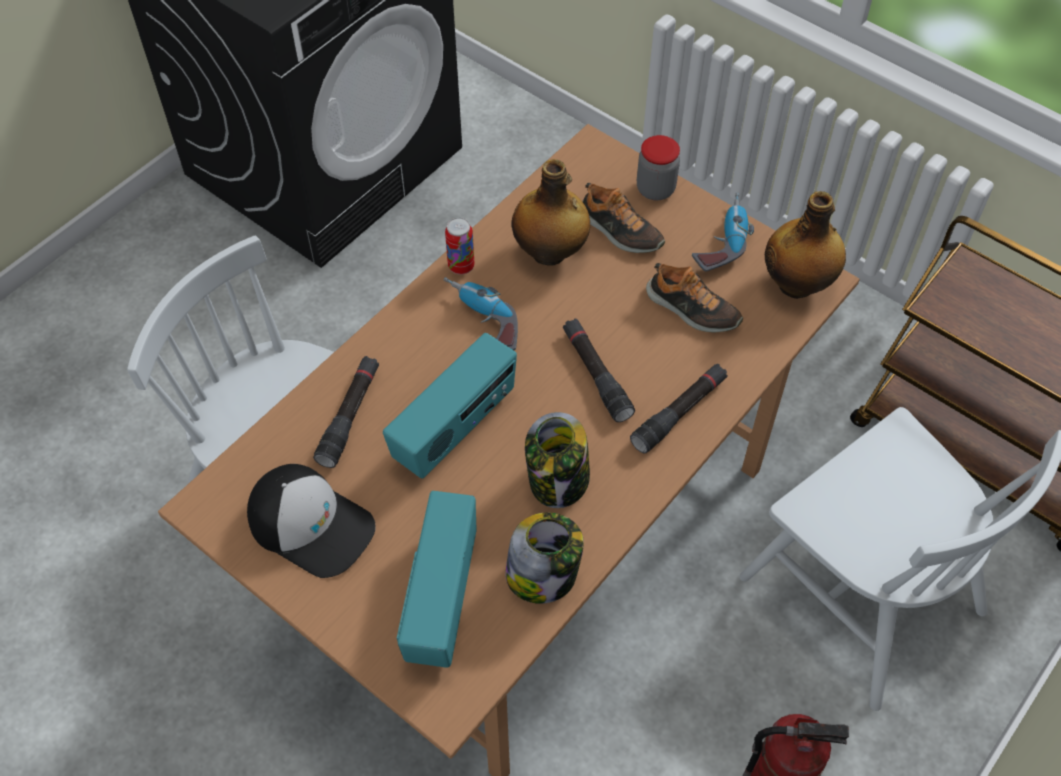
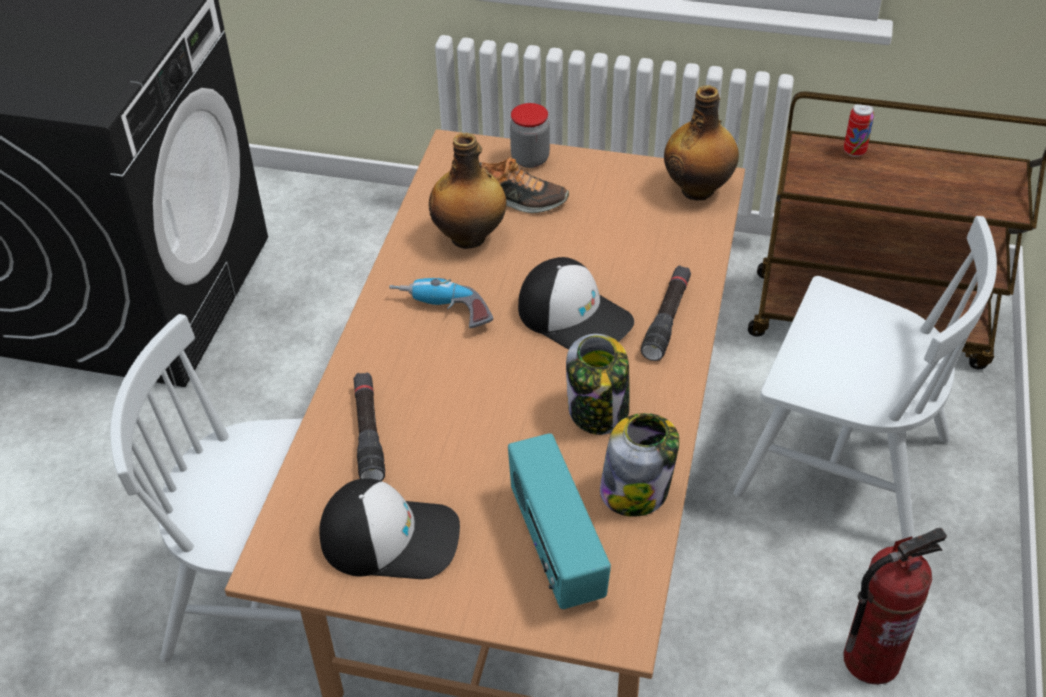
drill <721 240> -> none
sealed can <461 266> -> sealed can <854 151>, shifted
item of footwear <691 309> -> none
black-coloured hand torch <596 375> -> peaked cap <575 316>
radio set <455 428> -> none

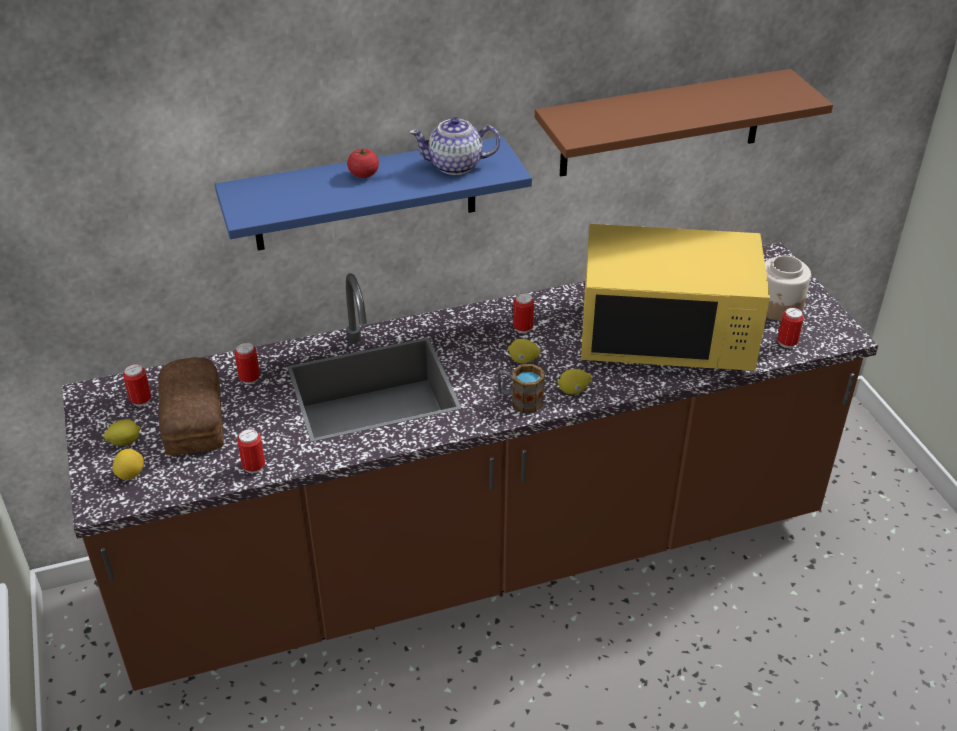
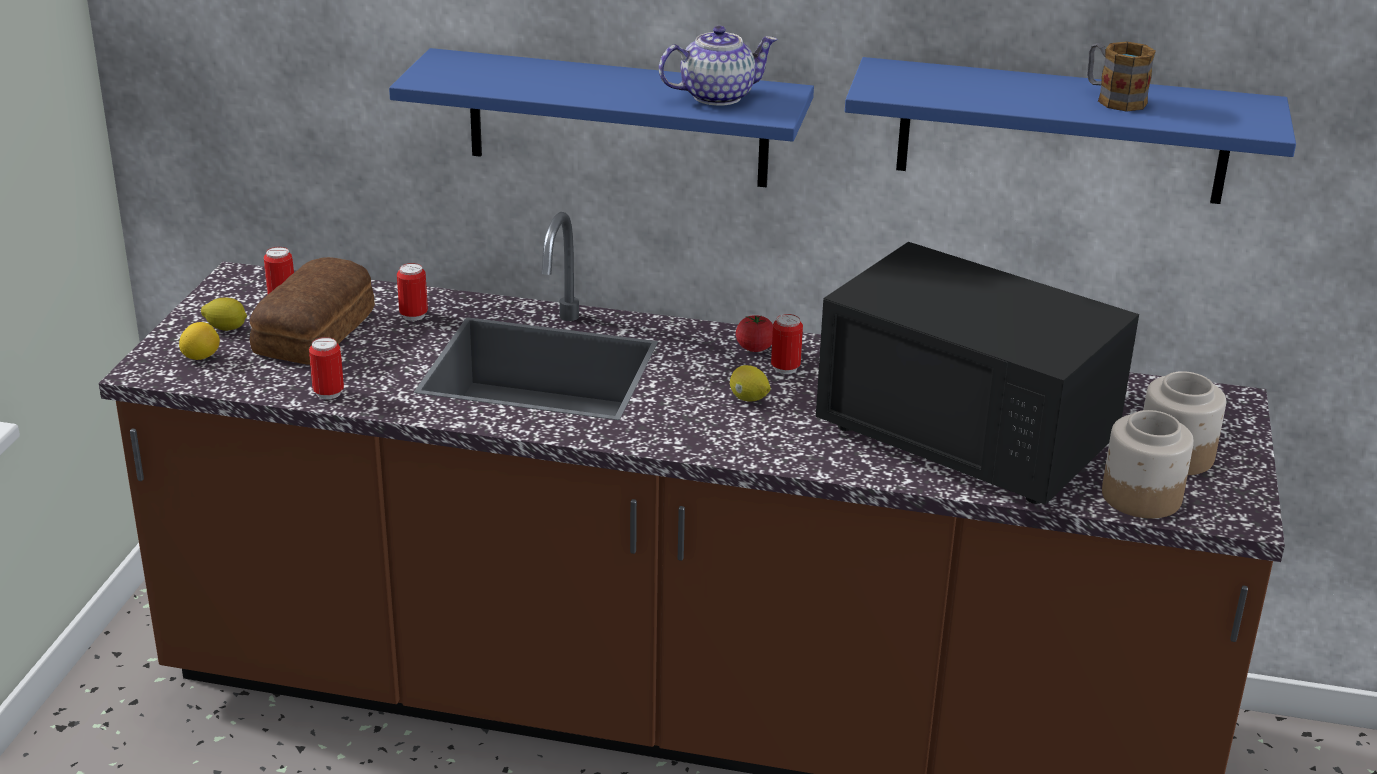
brownish bracket shelf <662 123> -> bluish bracket shelf <1063 131>
pot for tea <456 166> -> pot for tea <716 96>, 135 degrees clockwise
fresh tomato <363 174> -> fresh tomato <755 348>, shifted
yellowish microwave <666 338> -> black-coloured microwave <967 437>
sealed can <787 343> -> jar <1140 497>
mug <520 400> -> mug <1113 99>, shifted
lemon <573 390> -> none

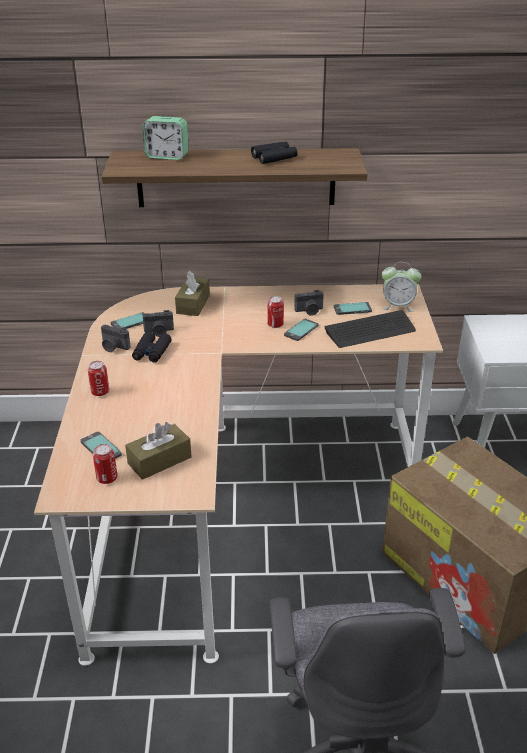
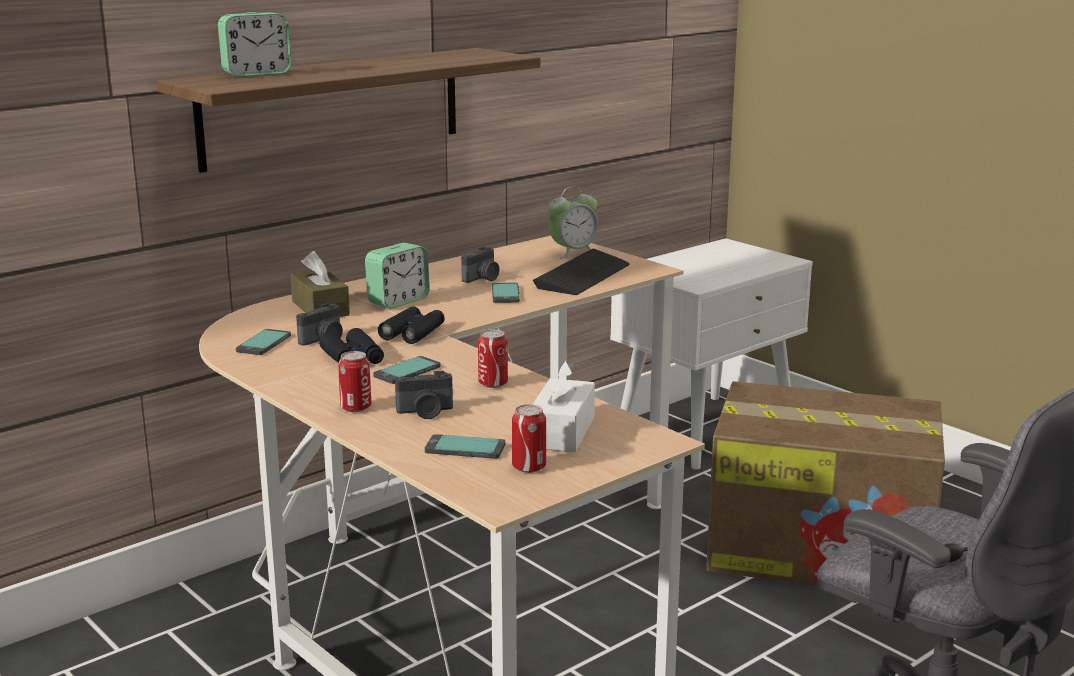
black-coloured field glasses <274 158> -> black-coloured field glasses <412 333>, shifted
sealed can <275 324> -> sealed can <493 384>, shifted
handset <352 309> -> handset <407 371>, shifted
still camera <114 347> -> still camera <425 412>, shifted
brownish box of tissues <159 460> -> white-coloured box of tissues <562 432>
none -> alarm clock <398 301>

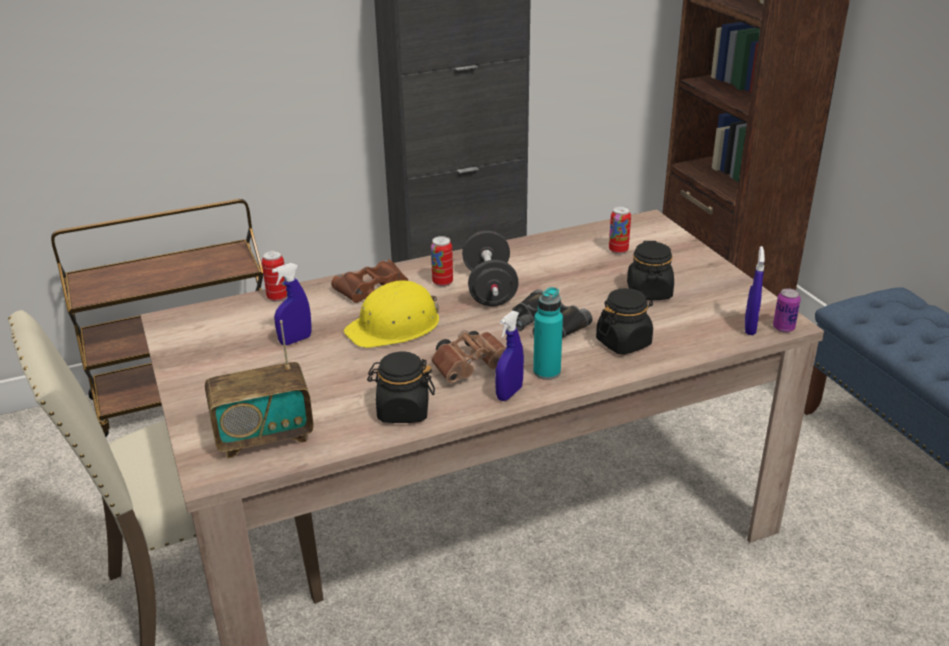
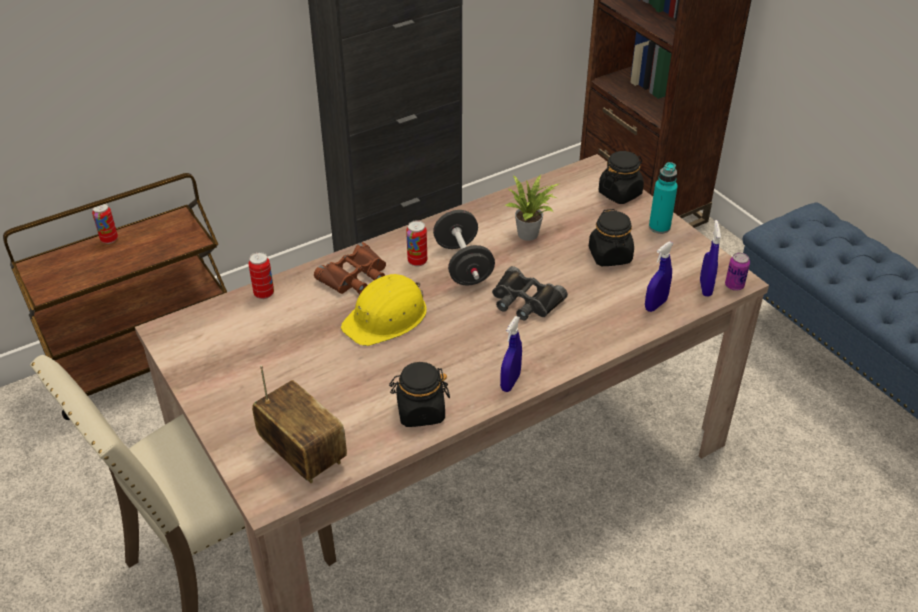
sealed can <618 250> -> sealed can <109 239>, shifted
bluish hand sprayer <295 340> -> bluish hand sprayer <655 305>, shifted
turquoise-coloured bottle <546 372> -> turquoise-coloured bottle <659 227>, shifted
black-coloured jar <623 342> -> black-coloured jar <620 193>, shifted
radio set <264 436> -> radio set <302 453>, 105 degrees counterclockwise
brownish field glasses <473 367> -> none
none -> plant in a pot <531 234>

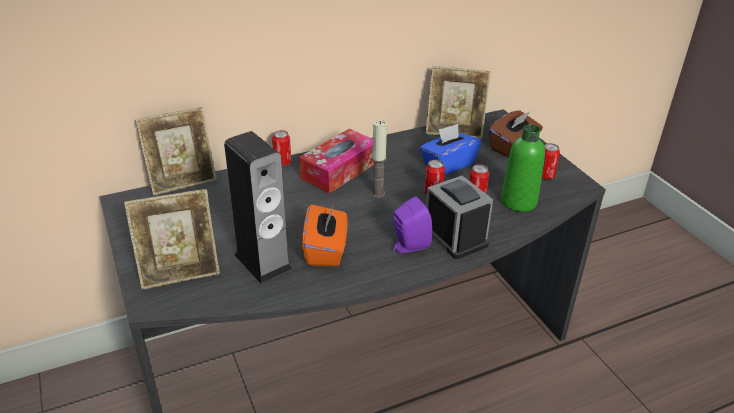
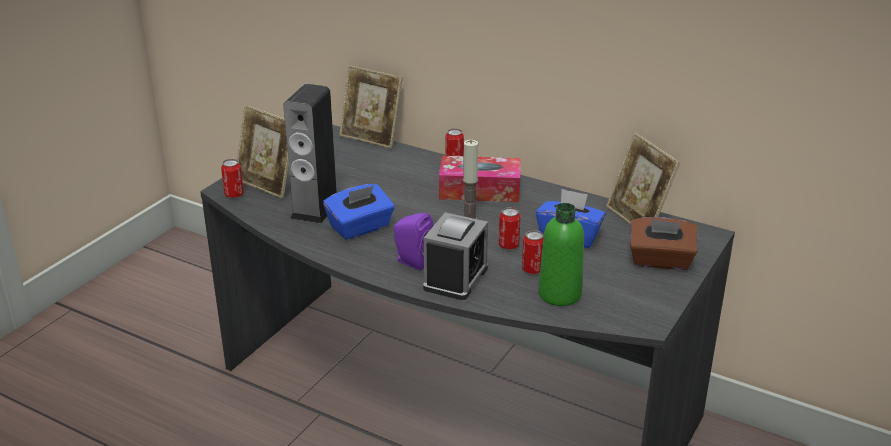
sealed can <545 176> -> sealed can <234 195>, shifted
orange box of tissues <326 250> -> bluish box of tissues <360 228>

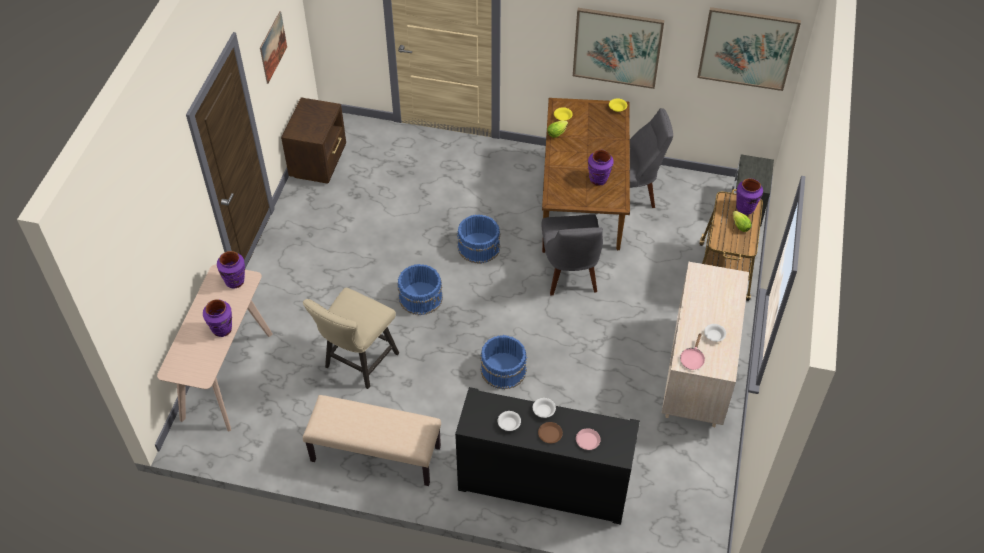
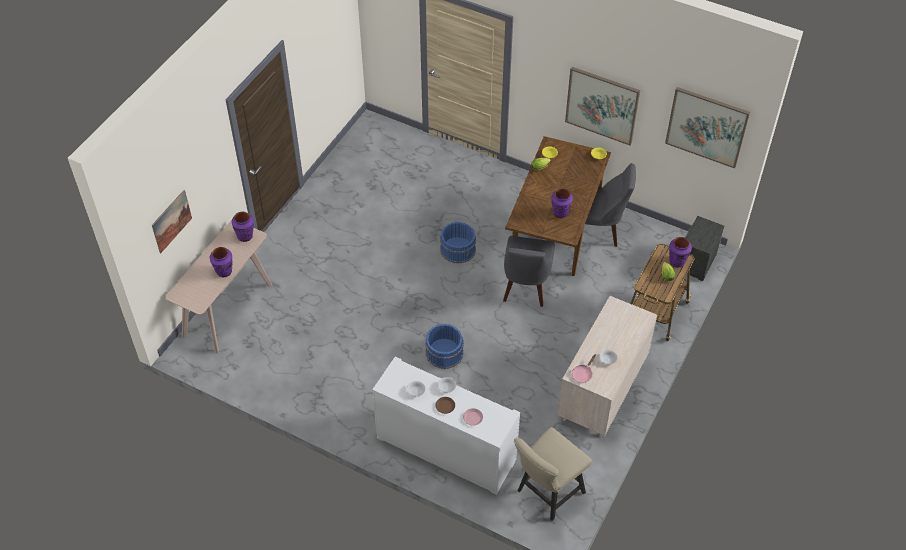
picture <273 47> -> picture <171 221>, shifted
brownish nightstand <319 163> -> none
bluish pail <421 297> -> none
sand-coloured upright chair <358 363> -> sand-coloured upright chair <547 494>, shifted
black-coloured storage cabinet <543 484> -> white-coloured storage cabinet <446 449>
sand-coloured indoor bench <375 454> -> none

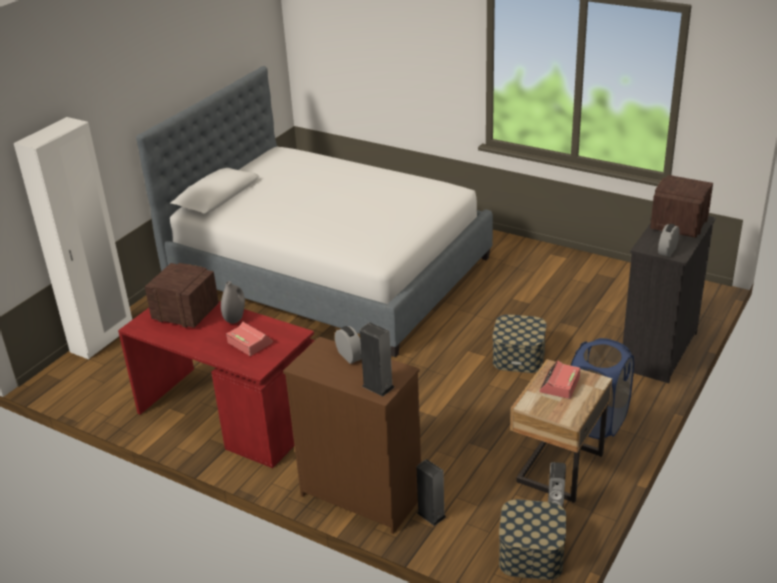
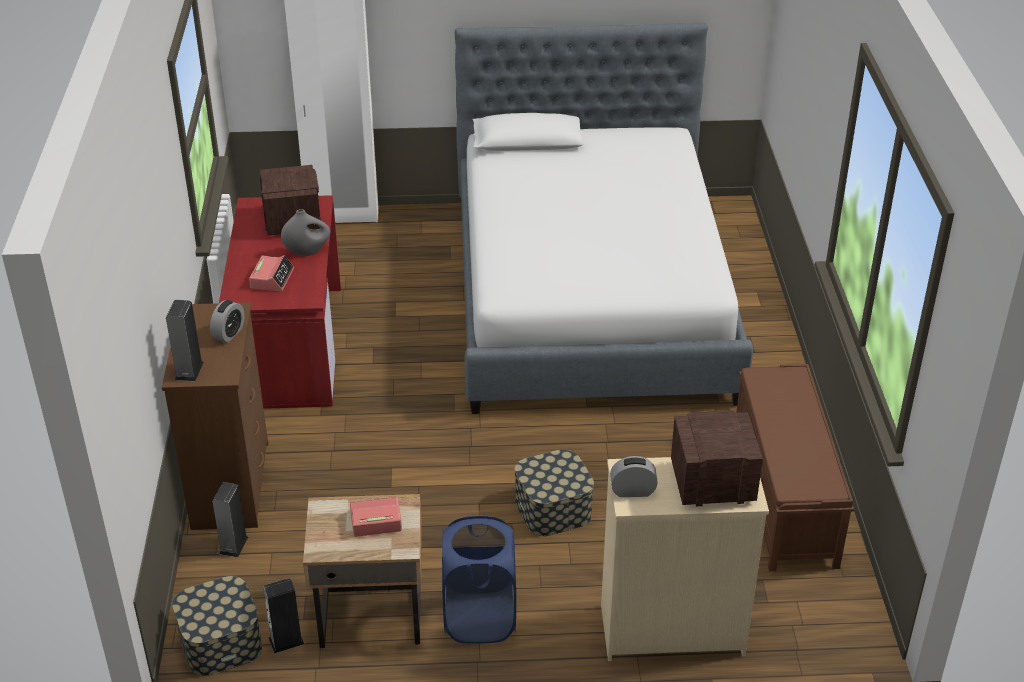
black-coloured chest of drawers <658 351> -> sand-coloured chest of drawers <670 629>
none -> brownish indoor bench <784 497>

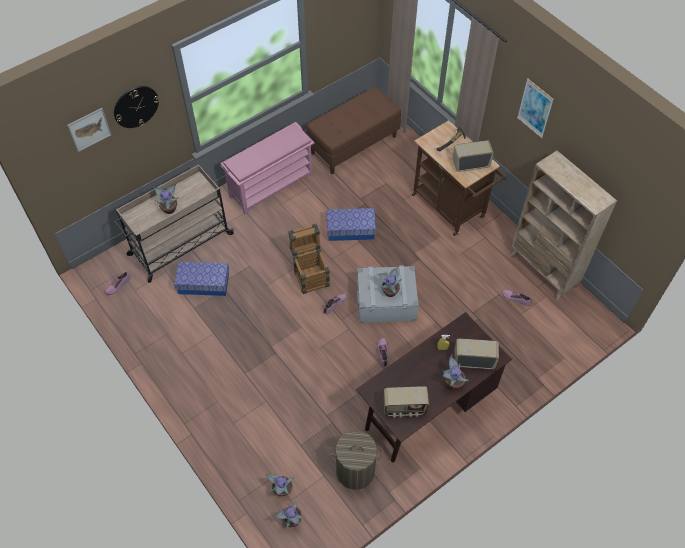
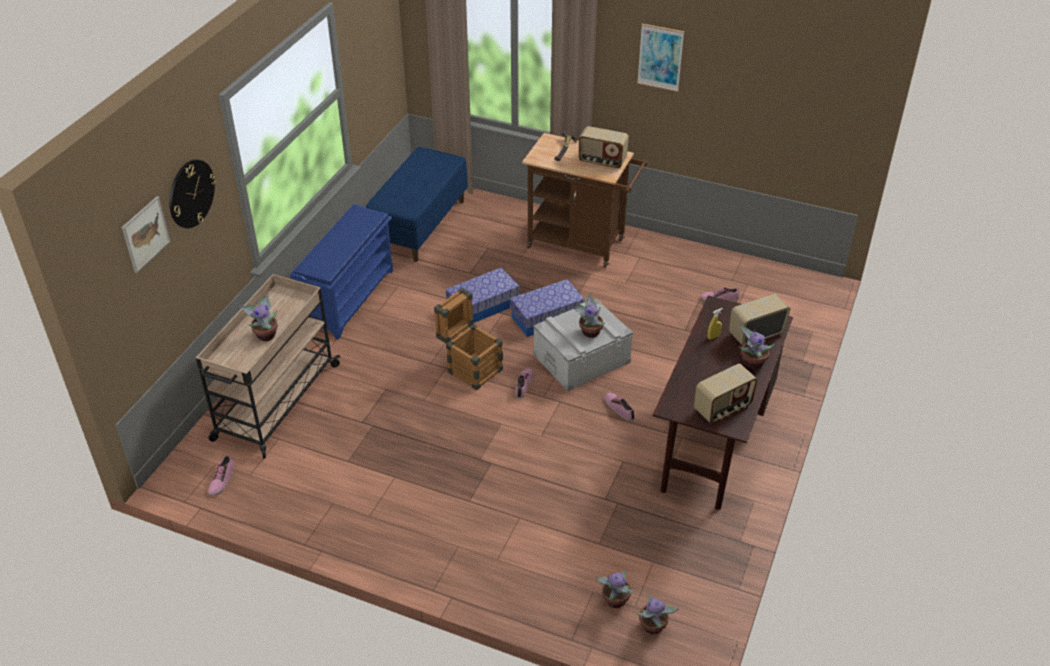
brownish indoor bench <353 144> -> bluish indoor bench <419 225>
pinkish shoe stand <271 184> -> bluish shoe stand <349 298>
radio set <470 164> -> radio set <602 161>, 120 degrees counterclockwise
sand-coloured bookcase <543 271> -> none
storage bin <203 284> -> storage bin <547 317>, shifted
laundry basket <355 471> -> none

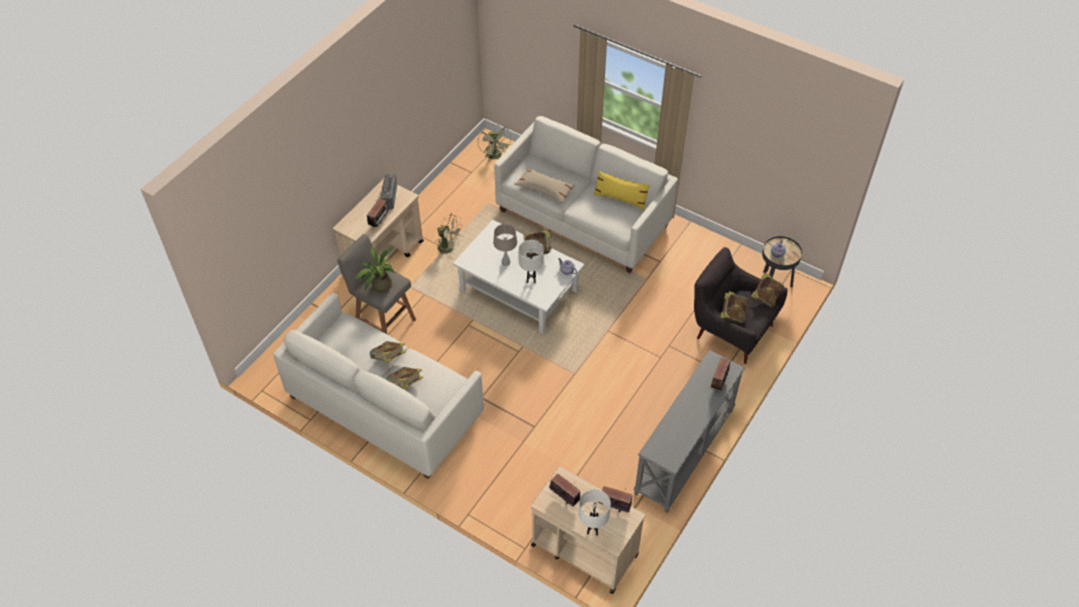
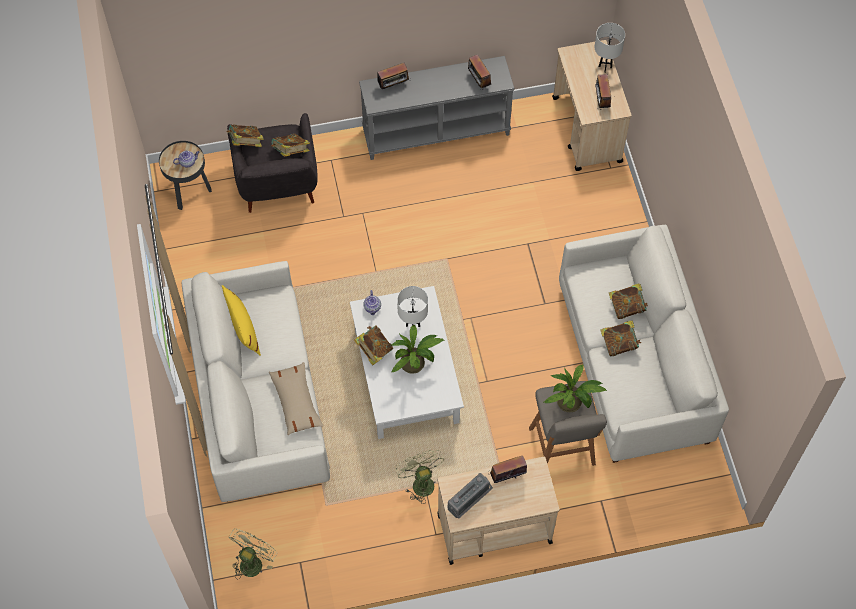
sand-coloured lamp for a table <505 262> -> plant in a pot <415 363>
radio set <614 506> -> radio set <478 82>, shifted

